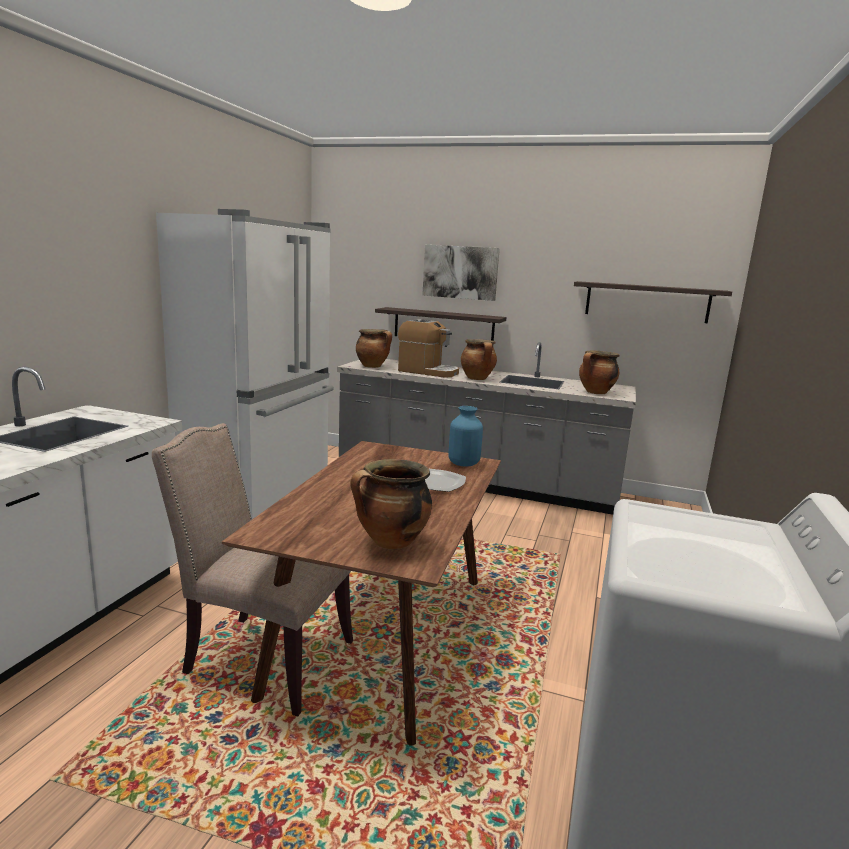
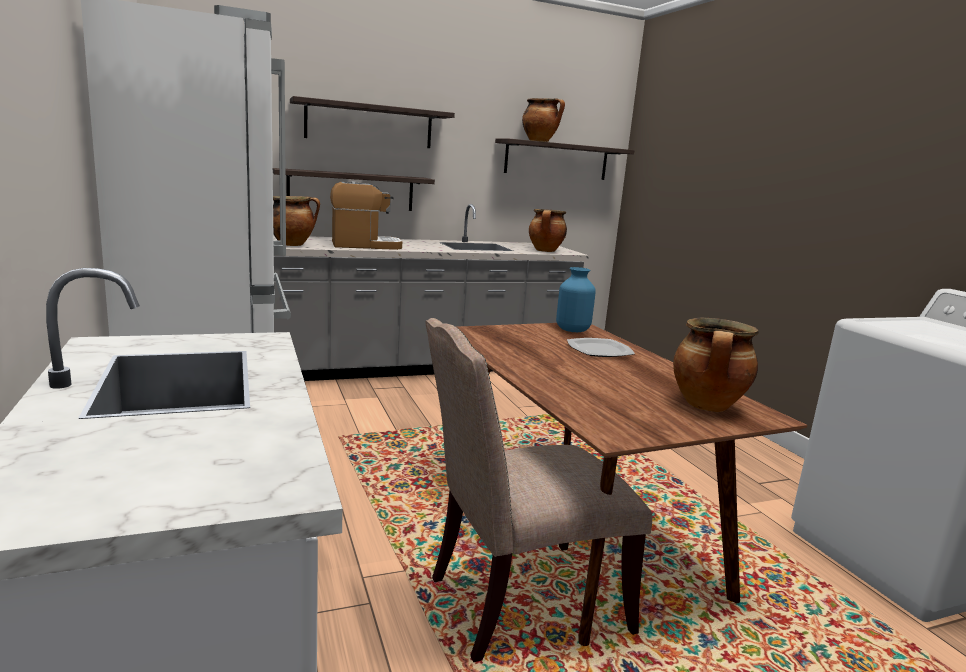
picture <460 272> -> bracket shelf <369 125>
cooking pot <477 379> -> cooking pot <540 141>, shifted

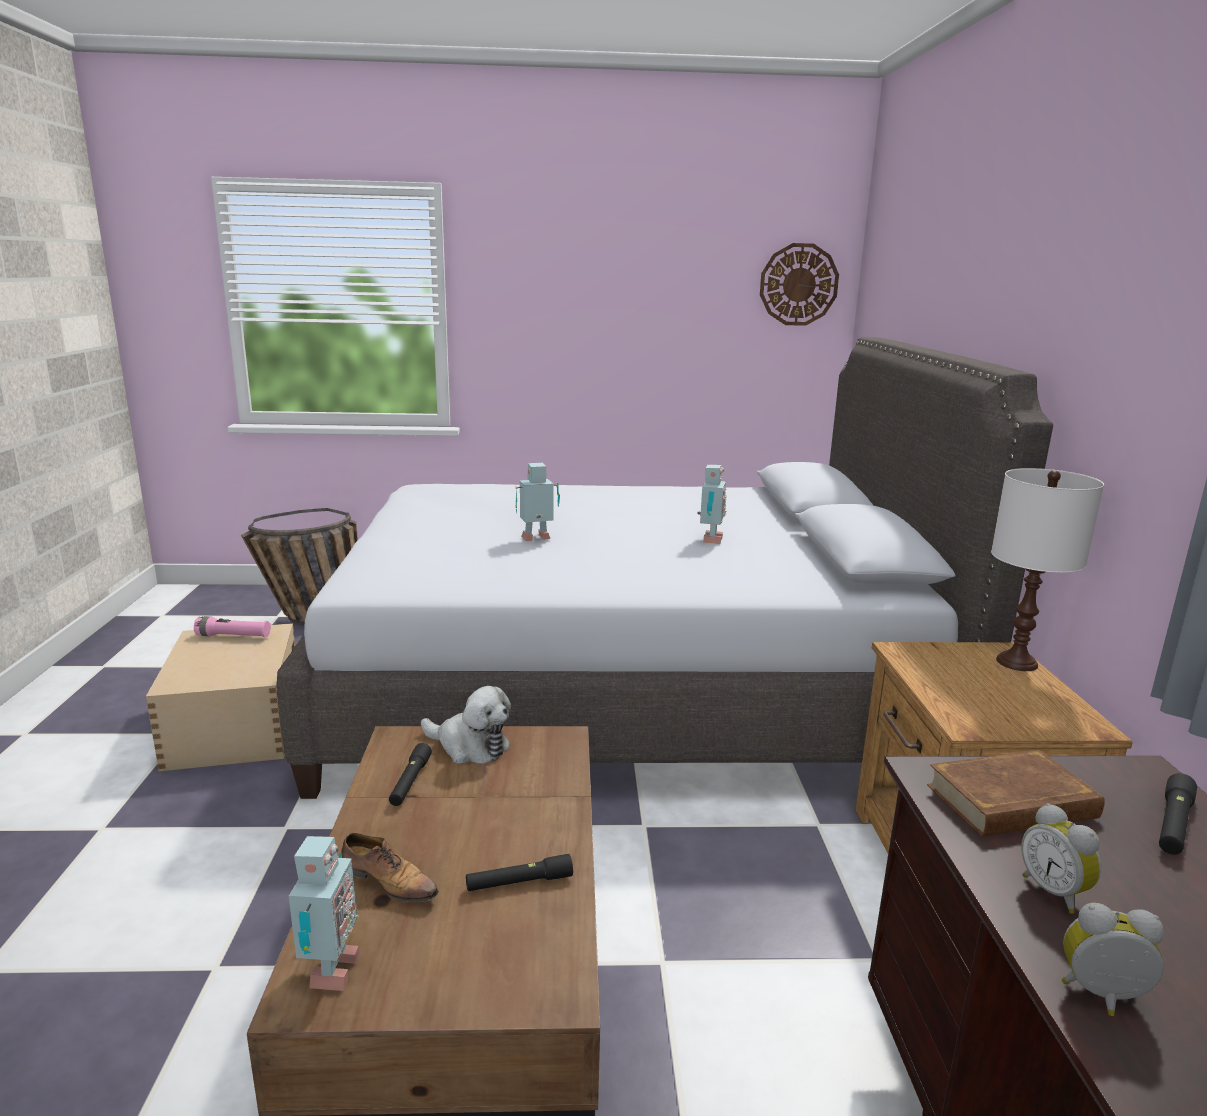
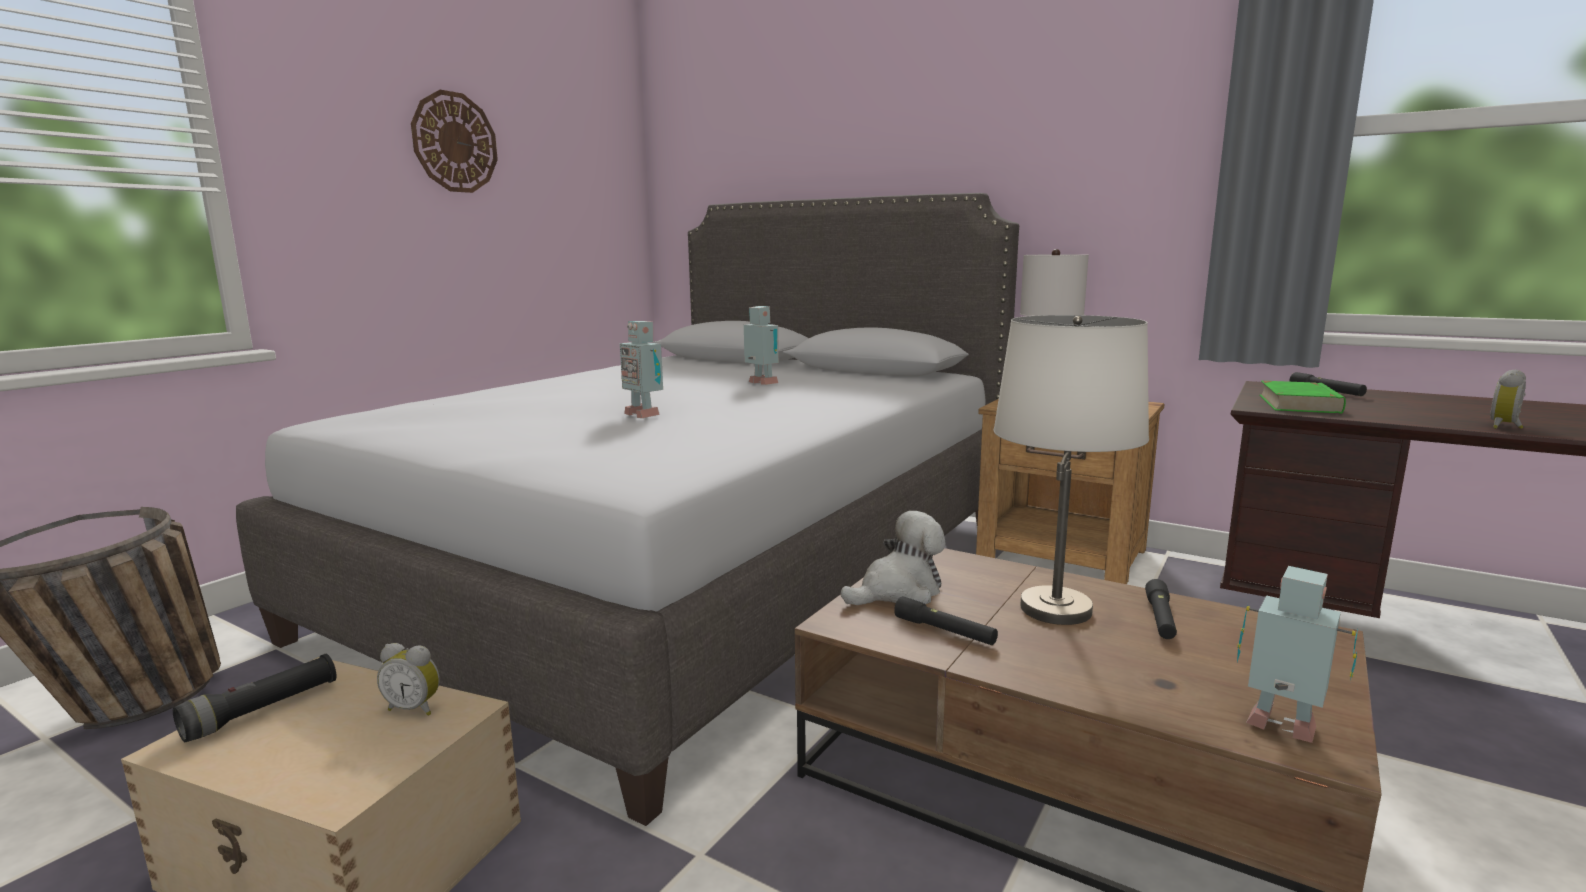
clock on the wall <798 284> -> clock on the wall <454 142>, shifted
model robot <537 539> -> model robot <643 414>, 60 degrees counterclockwise
pinkish hand torch <233 636> -> black-coloured hand torch <262 711>
brownish bound book <1012 802> -> greenish bound book <1299 404>
alarm clock <1055 892> -> alarm clock <415 708>, shifted
item of footwear <389 882> -> none
none -> white-coloured lamp for a table <1054 609>

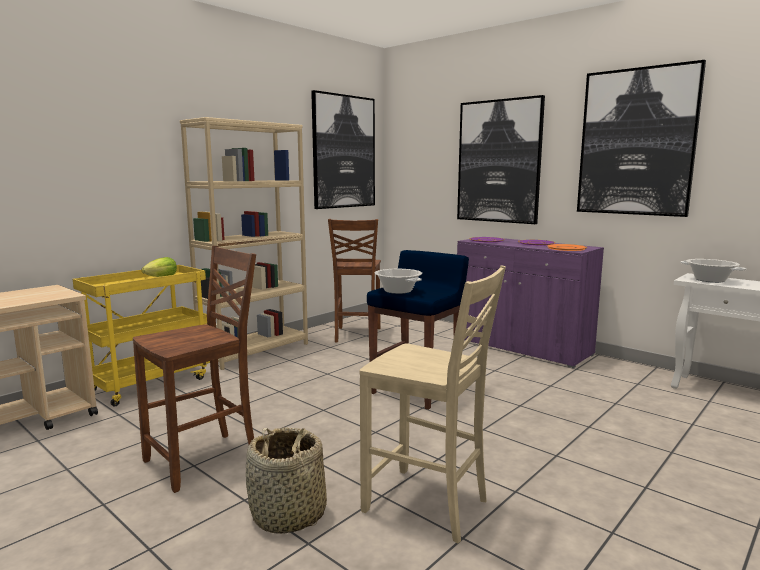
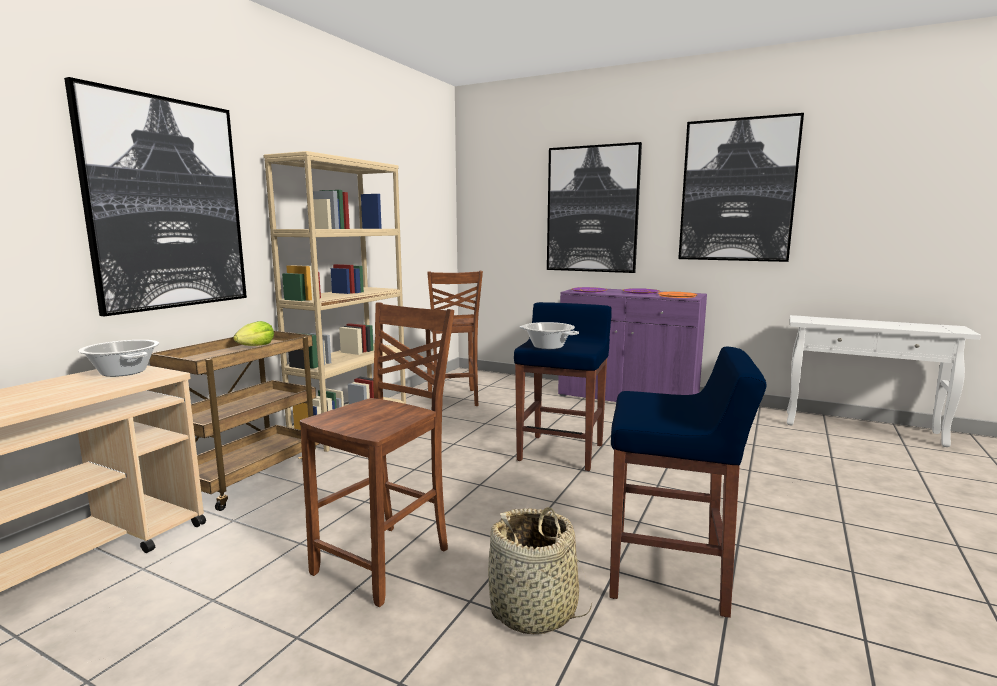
picture <344 152> -> picture <167 204>, shifted
cooking pot <710 280> -> cooking pot <124 372>, shifted
yellowish trolley <151 383> -> brownish trolley <249 477>
sand-coloured upright chair <428 506> -> bluish stool seat <669 574>

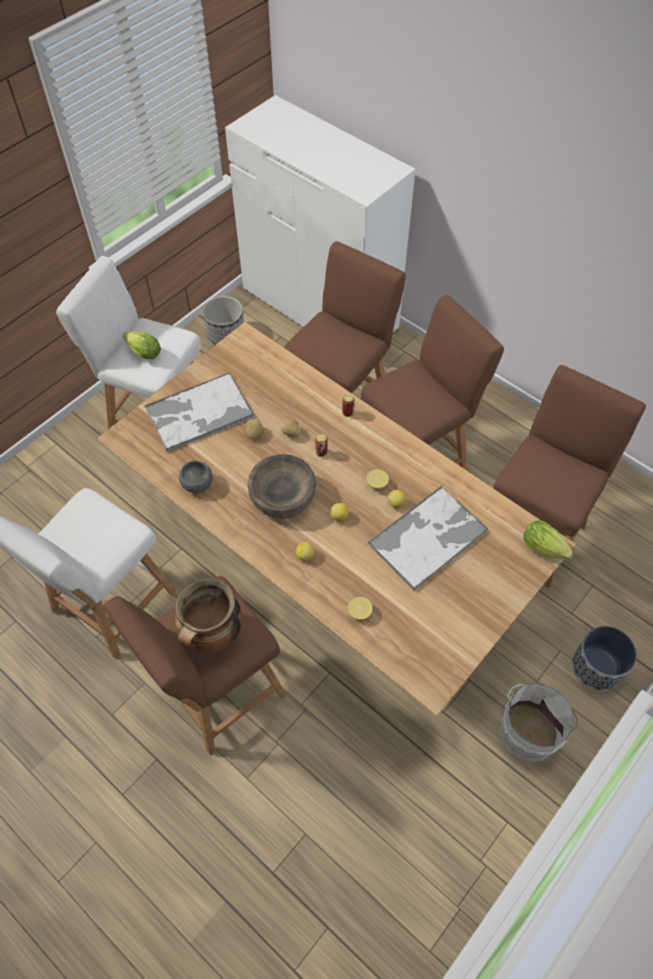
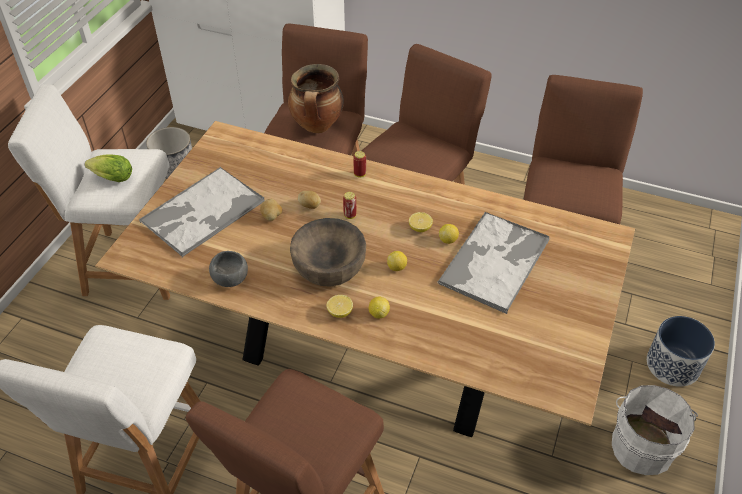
lettuce <546 549> -> none
cooking pot <212 635> -> cooking pot <317 126>, shifted
lemon <359 612> -> lemon <340 312>, shifted

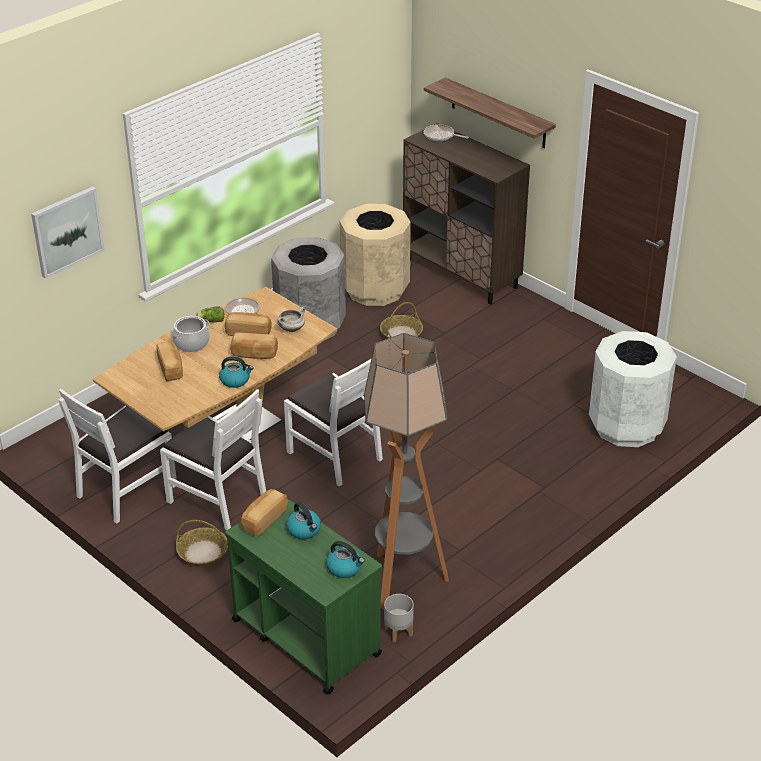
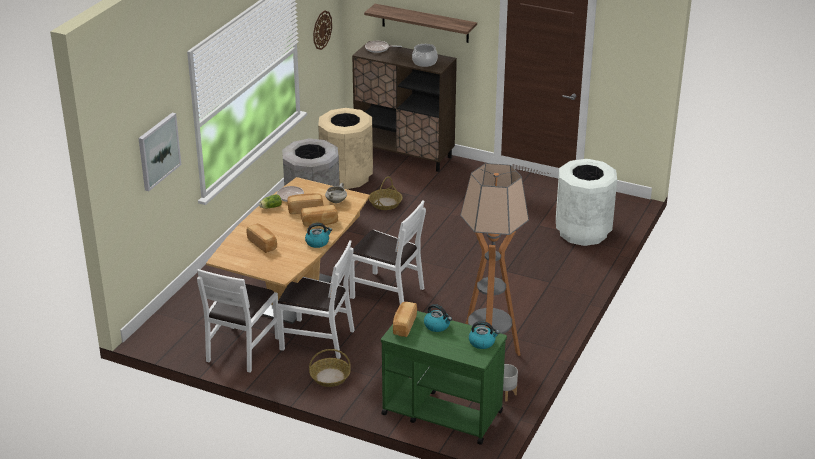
cooking pot <191 343> -> cooking pot <424 62>, shifted
none -> clock on the wall <322 30>

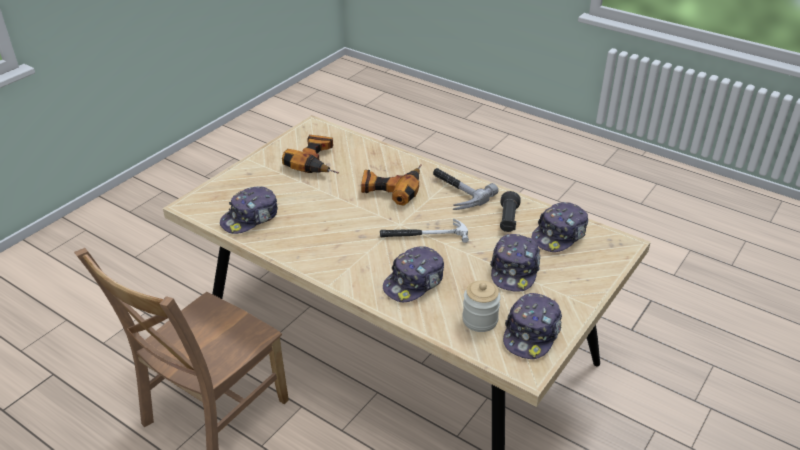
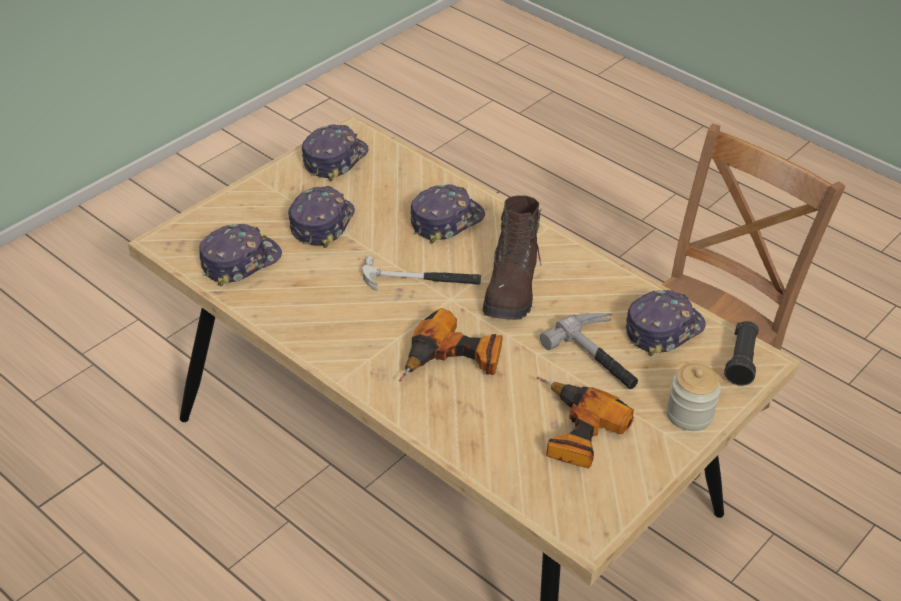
hand hammer <455 192> -> hand hammer <602 356>, shifted
black-coloured hand torch <508 220> -> black-coloured hand torch <741 361>, shifted
jar <480 320> -> jar <689 414>, shifted
none -> brownish boot <511 288>

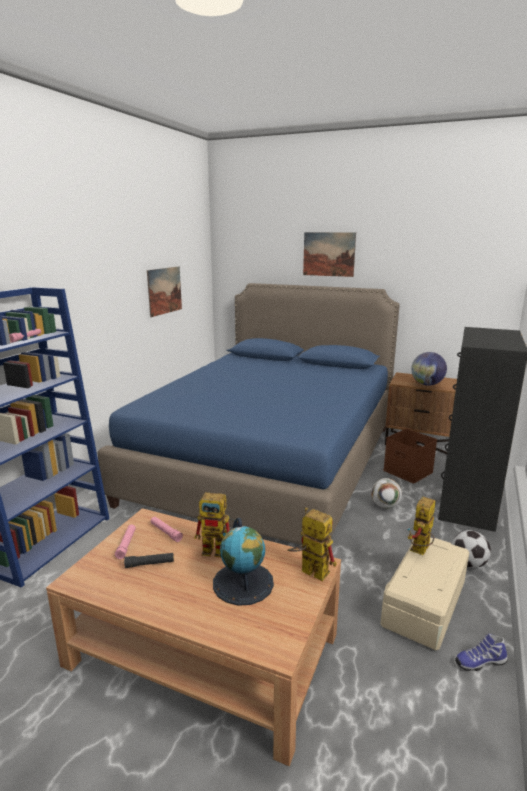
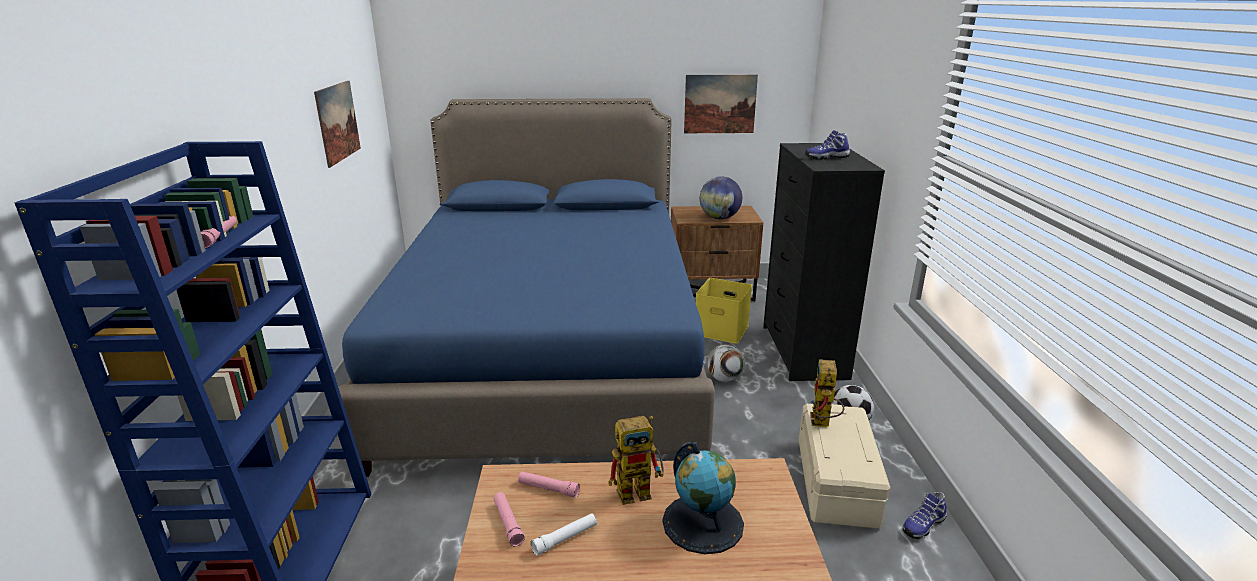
picture <329 254> -> picture <720 104>, shifted
brownish storage bin <409 471> -> yellowish storage bin <723 329>
model robot <308 571> -> none
black-coloured hand torch <150 564> -> white-coloured hand torch <565 539>
none -> item of footwear <826 157>

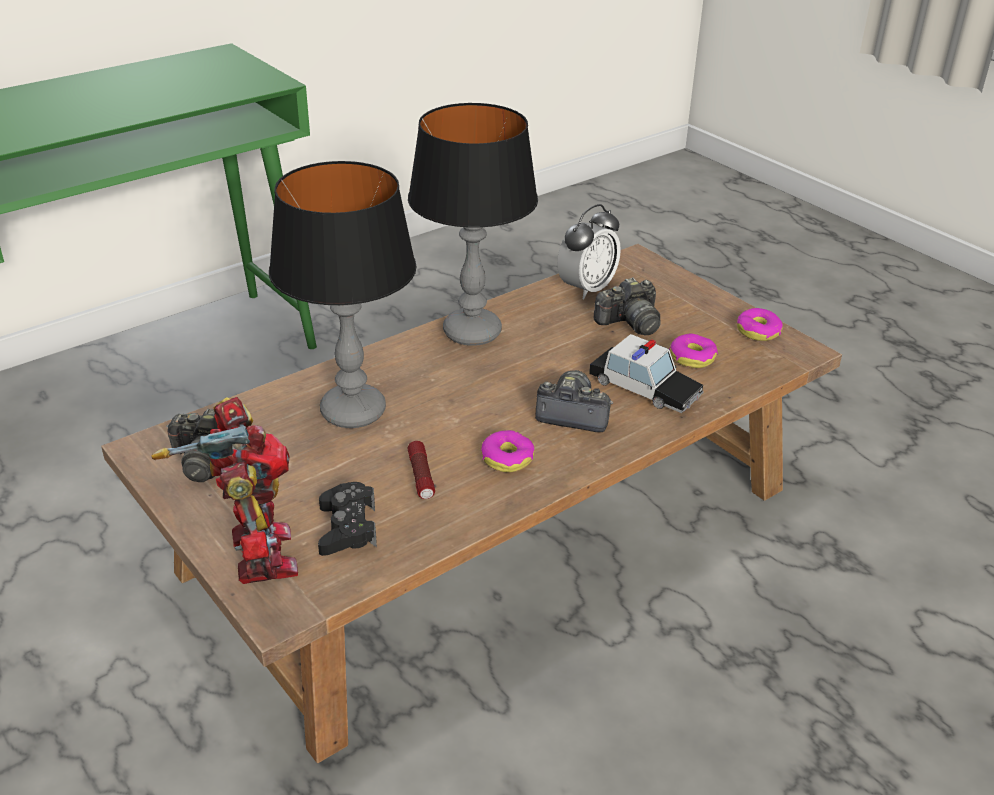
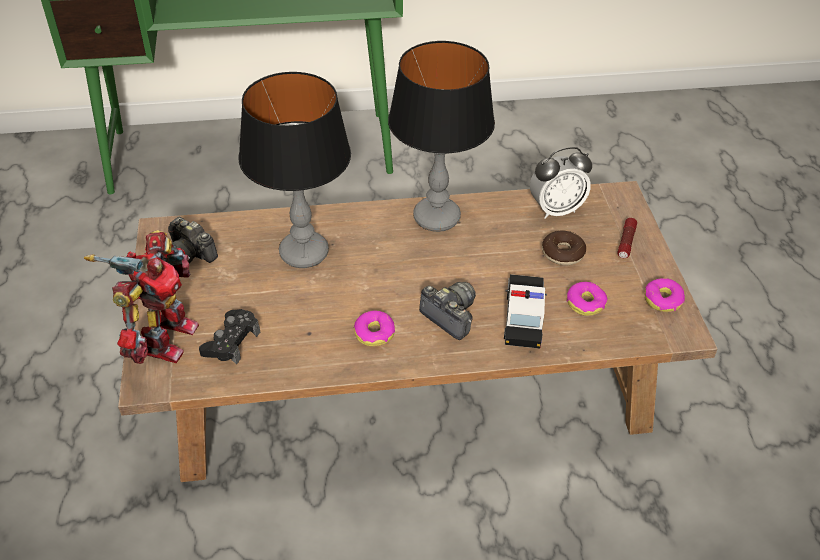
still camera <630 323> -> doughnut <562 253>
model car <645 388> -> model car <523 316>, 150 degrees counterclockwise
hand torch <421 477> -> hand torch <626 243>, shifted

